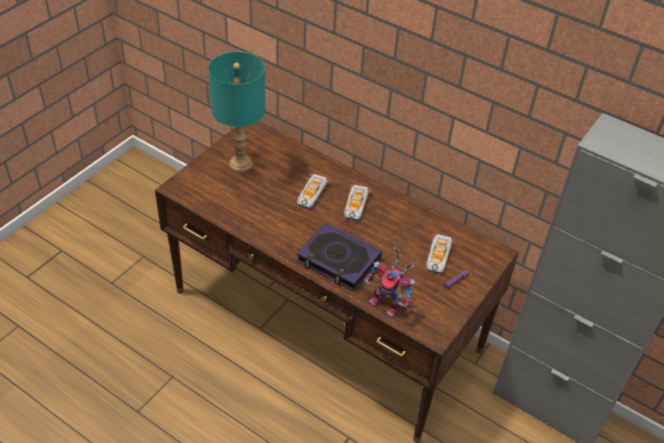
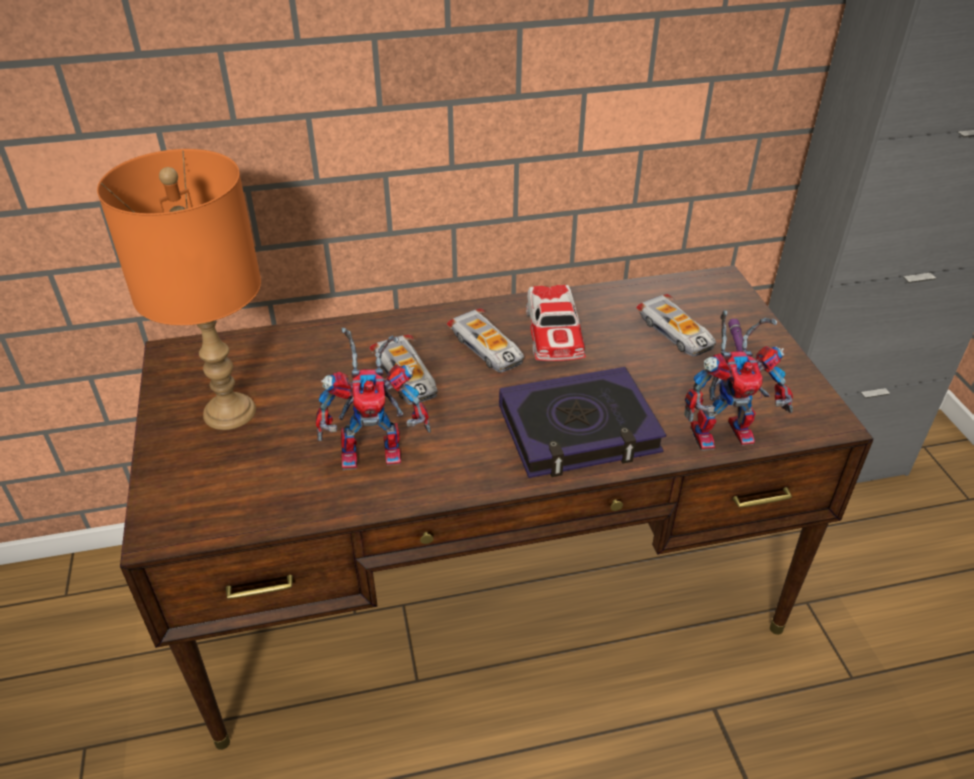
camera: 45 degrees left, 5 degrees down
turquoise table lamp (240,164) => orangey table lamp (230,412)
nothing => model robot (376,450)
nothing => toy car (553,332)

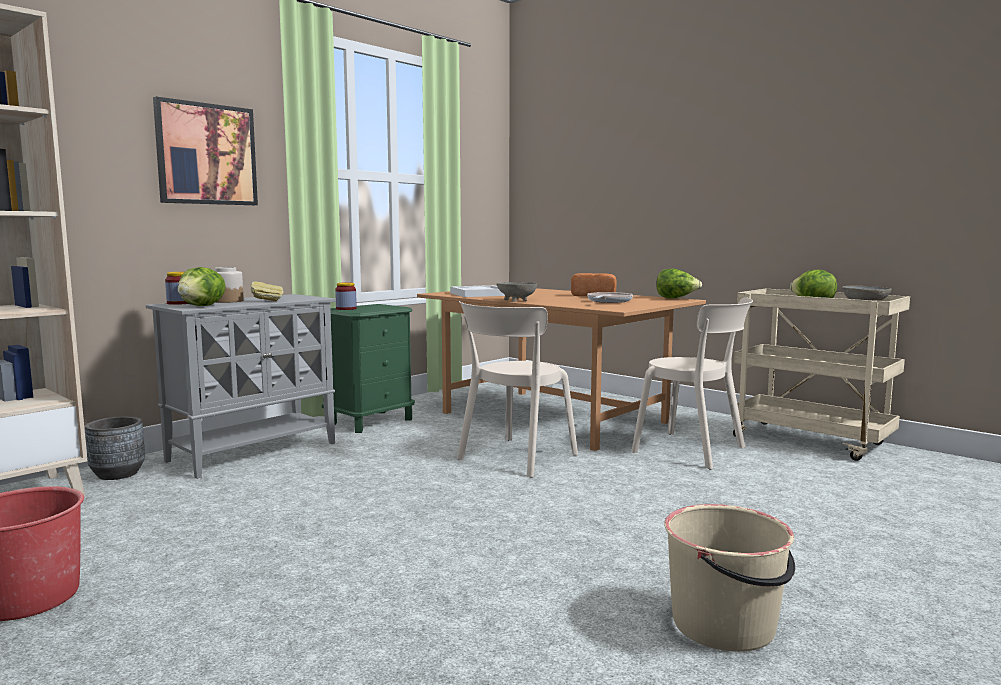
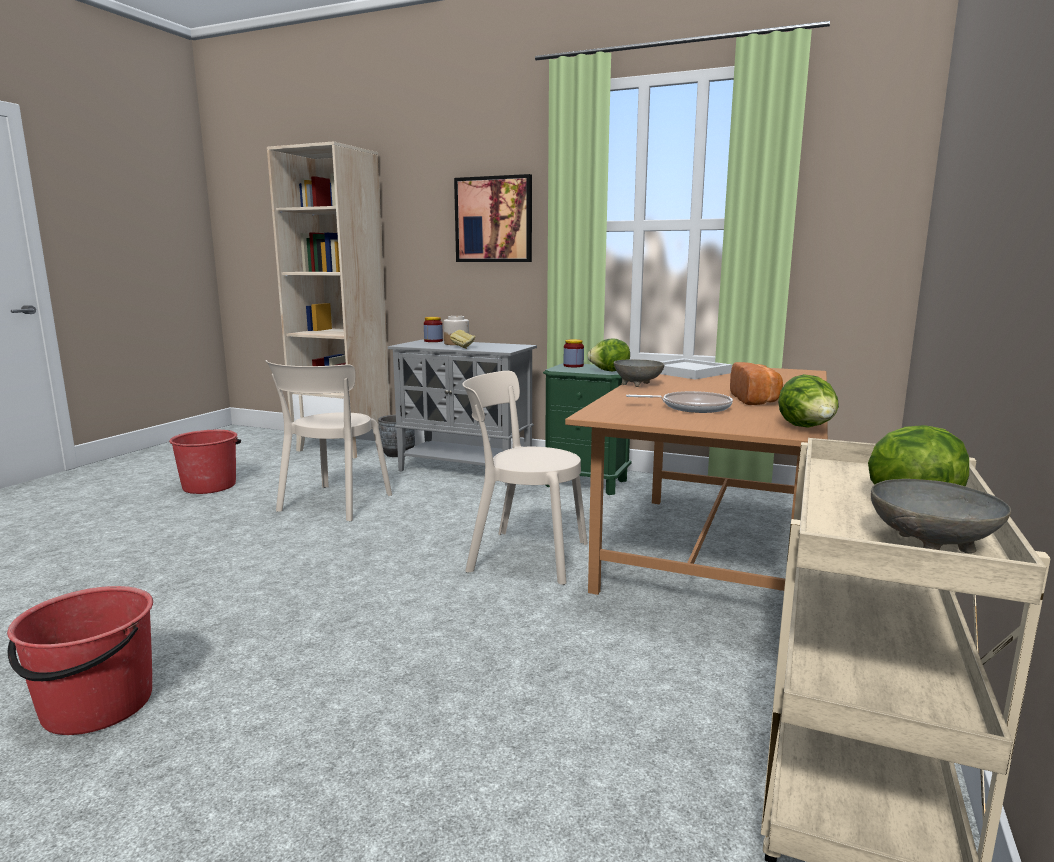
camera: 70 degrees right, 5 degrees up
lettuce head (203,306) => lettuce head (610,371), relocated
beige-coloured plain chair (694,451) => beige-coloured plain chair (333,504), relocated
beige-coloured pail (725,625) => red-coloured pail (96,706)

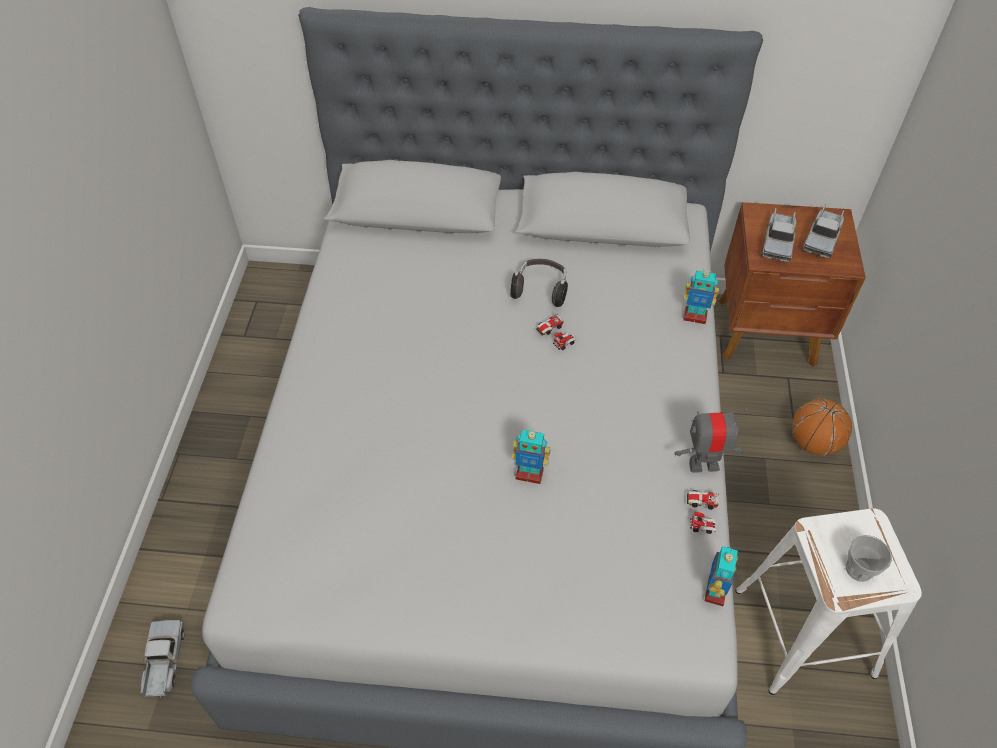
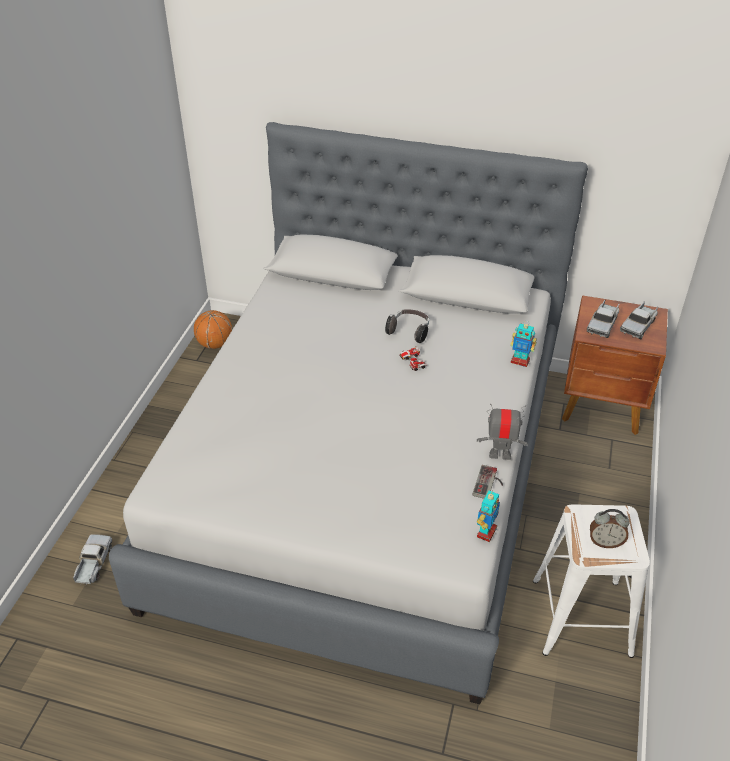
camera: 10 degrees right, 10 degrees down
model robot (529,474) => nothing
toy car (701,514) => joypad (489,484)
basketball ball (813,443) => basketball ball (215,344), relocated
small cup (859,569) => alarm clock (605,542)

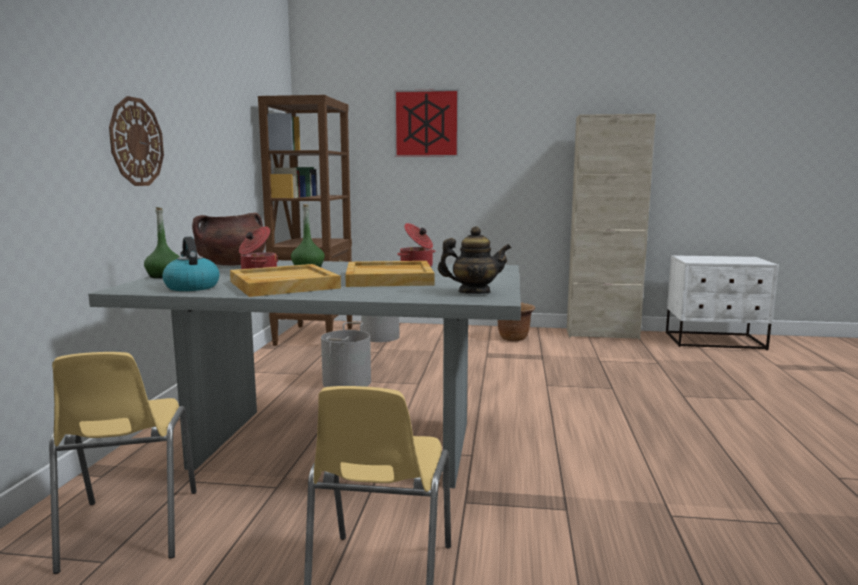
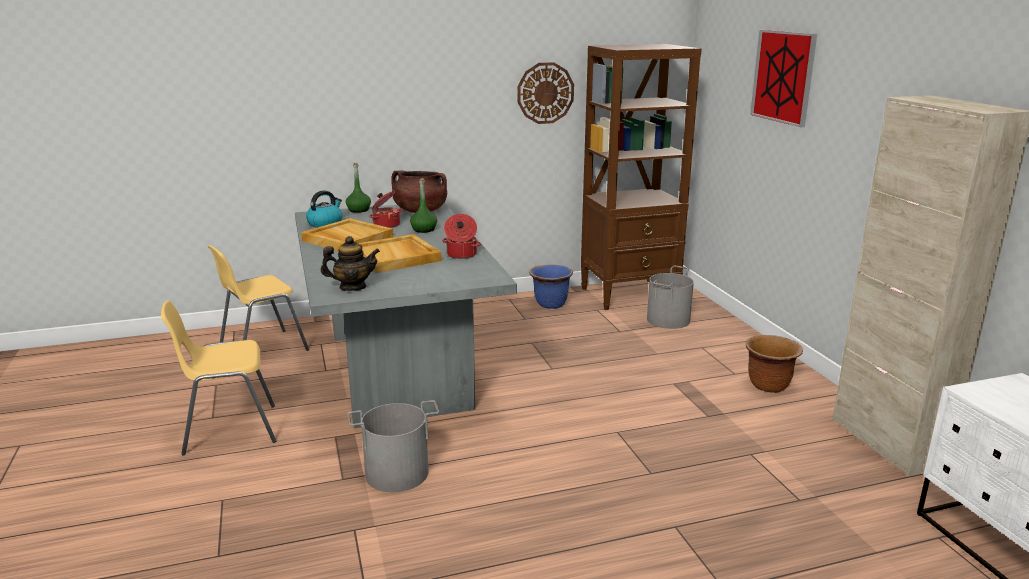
camera: 65 degrees right, 10 degrees up
wall clock (136,142) => wall clock (545,93), relocated
grey pail (347,382) => grey pail (397,474), relocated
teapot (474,292) => teapot (352,287), 75 degrees counterclockwise
nothing => blue-coloured plant pot (550,304)

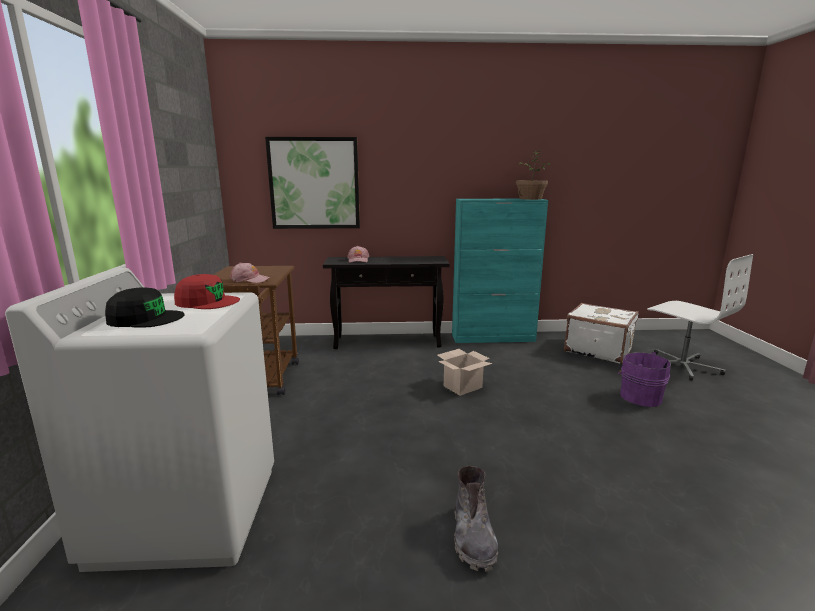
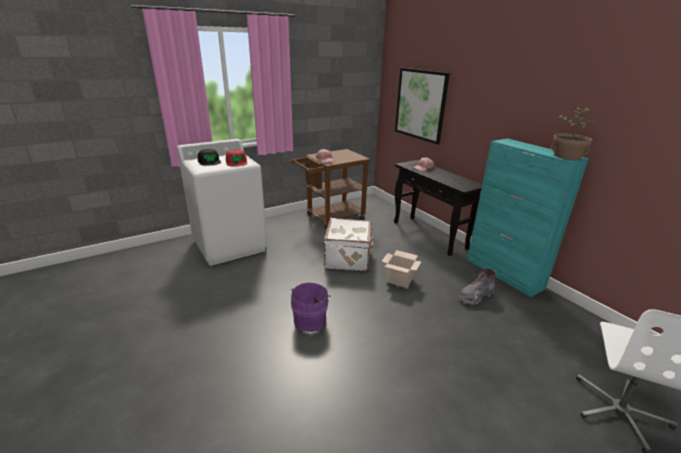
camera: 60 degrees right, 10 degrees up
grey boot (473,537) => grey boot (475,296), relocated
whitish travel case (598,350) => whitish travel case (348,258), relocated
purple-coloured pail (639,396) => purple-coloured pail (310,319), relocated

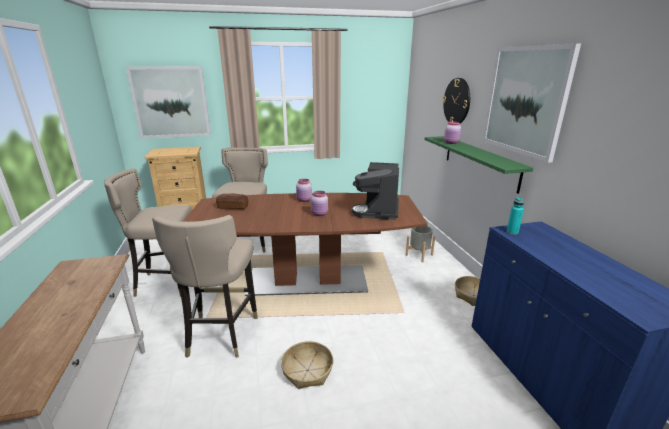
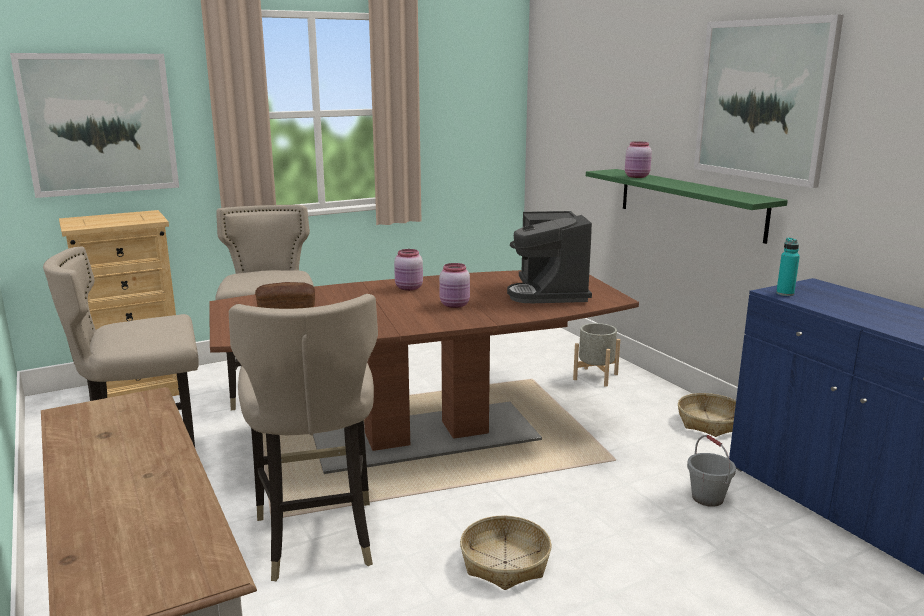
camera: 15 degrees left, 5 degrees down
wall clock (457,101) => nothing
nothing => grey pail (708,498)

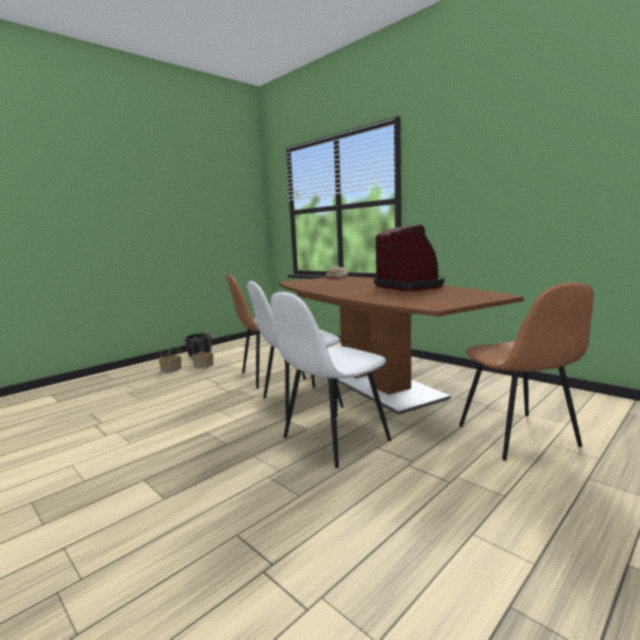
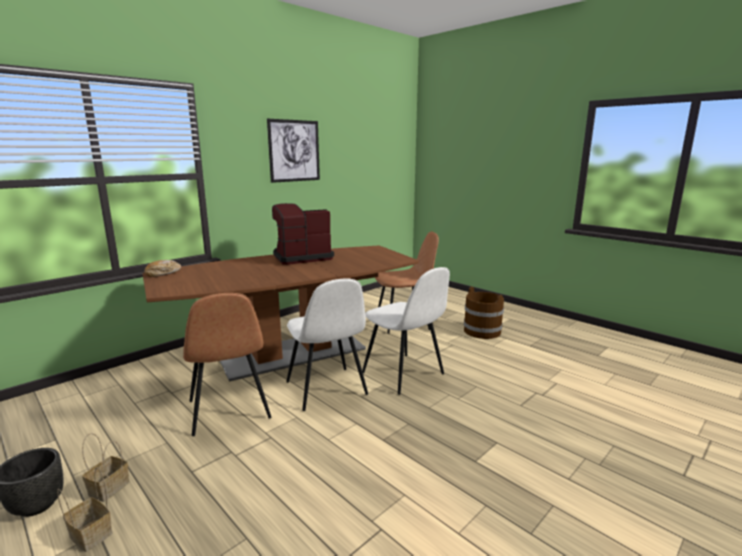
camera: 90 degrees left, 5 degrees up
nothing => picture (294,151)
nothing => brown pail (482,331)

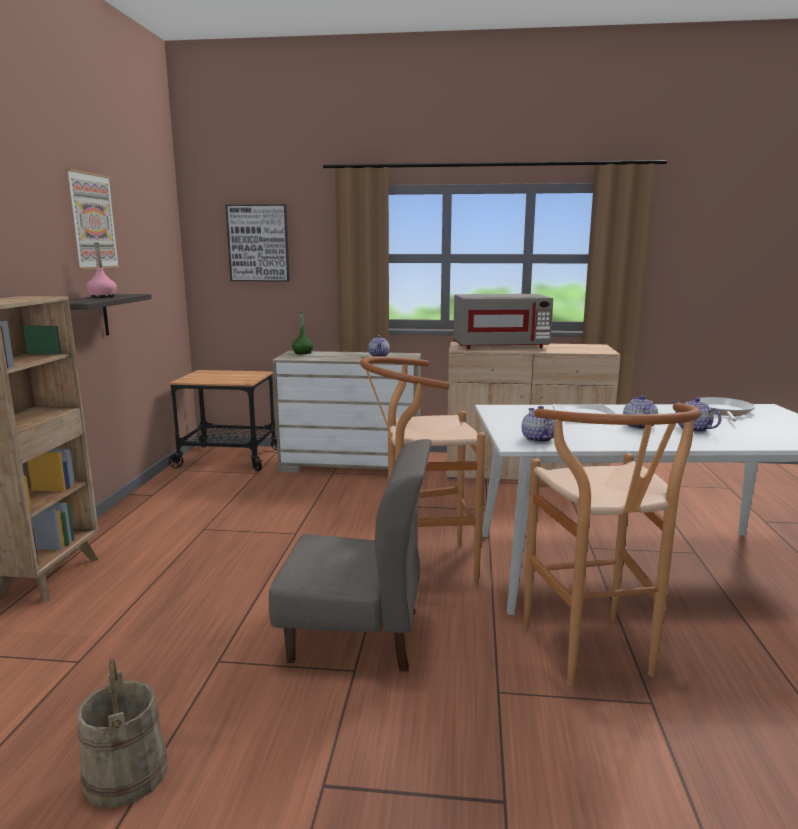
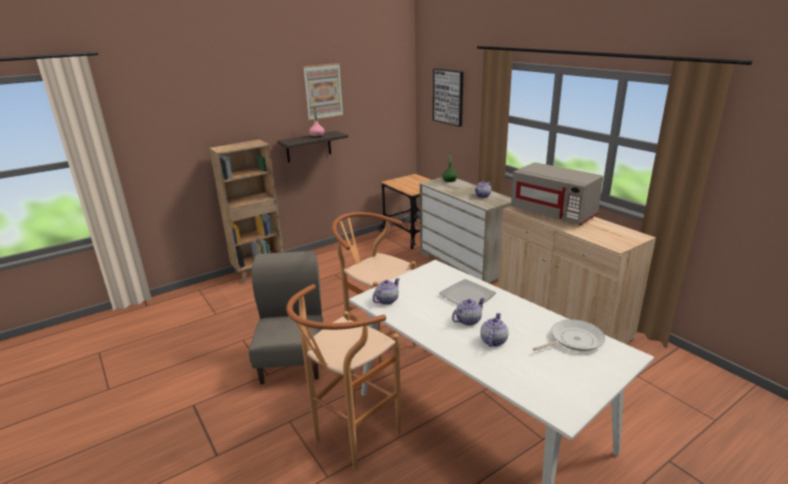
camera: 50 degrees right, 10 degrees up
beige-coloured pail (125,774) => nothing
grey plain chair (356,635) => grey plain chair (293,360), 150 degrees counterclockwise

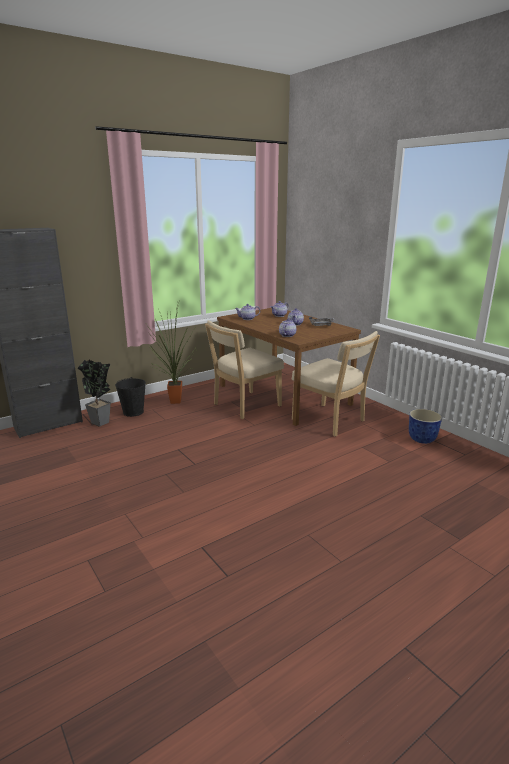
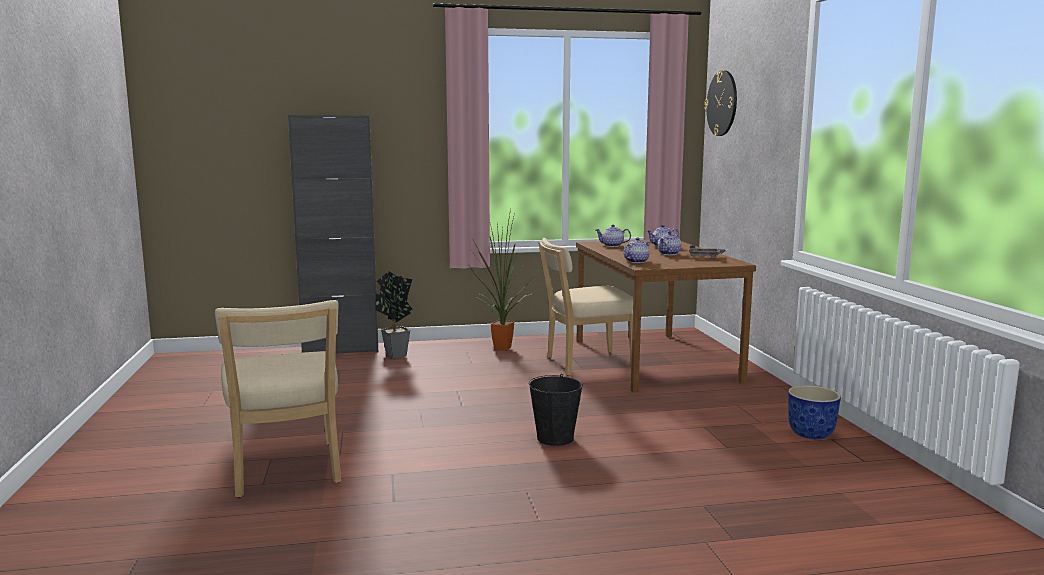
camera: 25 degrees right, 10 degrees down
black pail (133,412) => black pail (555,438), relocated
beige-coloured plain chair (331,421) => beige-coloured plain chair (286,472), relocated
nothing => wall clock (722,103)

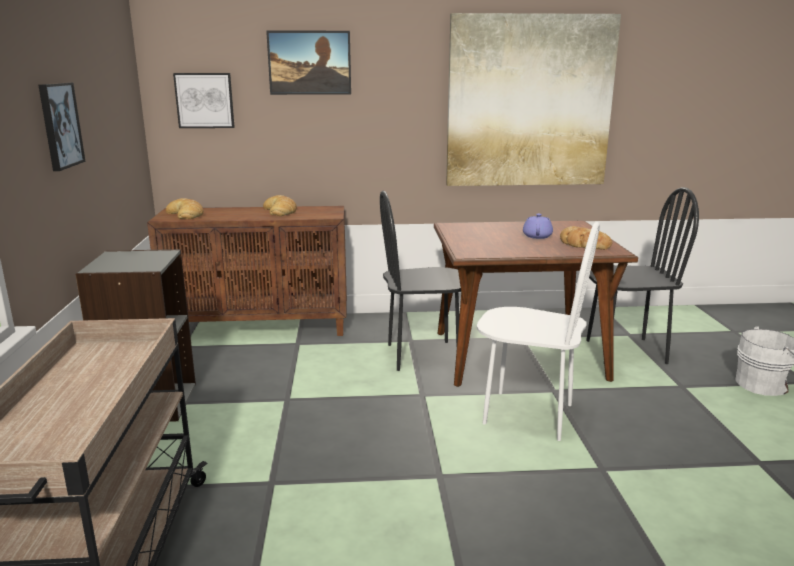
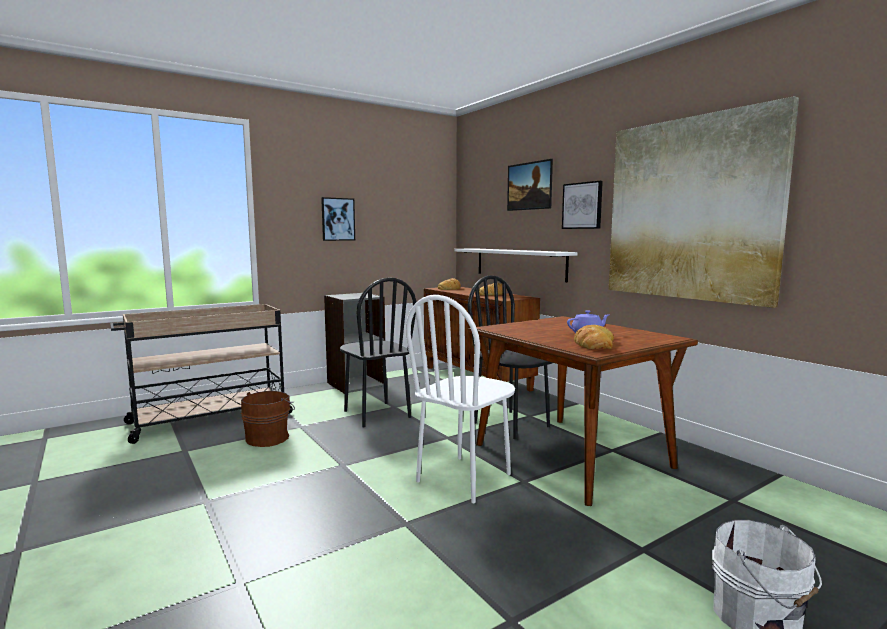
camera: 60 degrees right, 10 degrees down
picture (204,100) => picture (582,205), relocated
whitish plain chair (528,414) => whitish plain chair (464,478), 45 degrees clockwise
black plain chair (625,351) => black plain chair (376,414), relocated
nothing => brown pail (269,438)
nothing => whitish bracket shelf (519,263)

